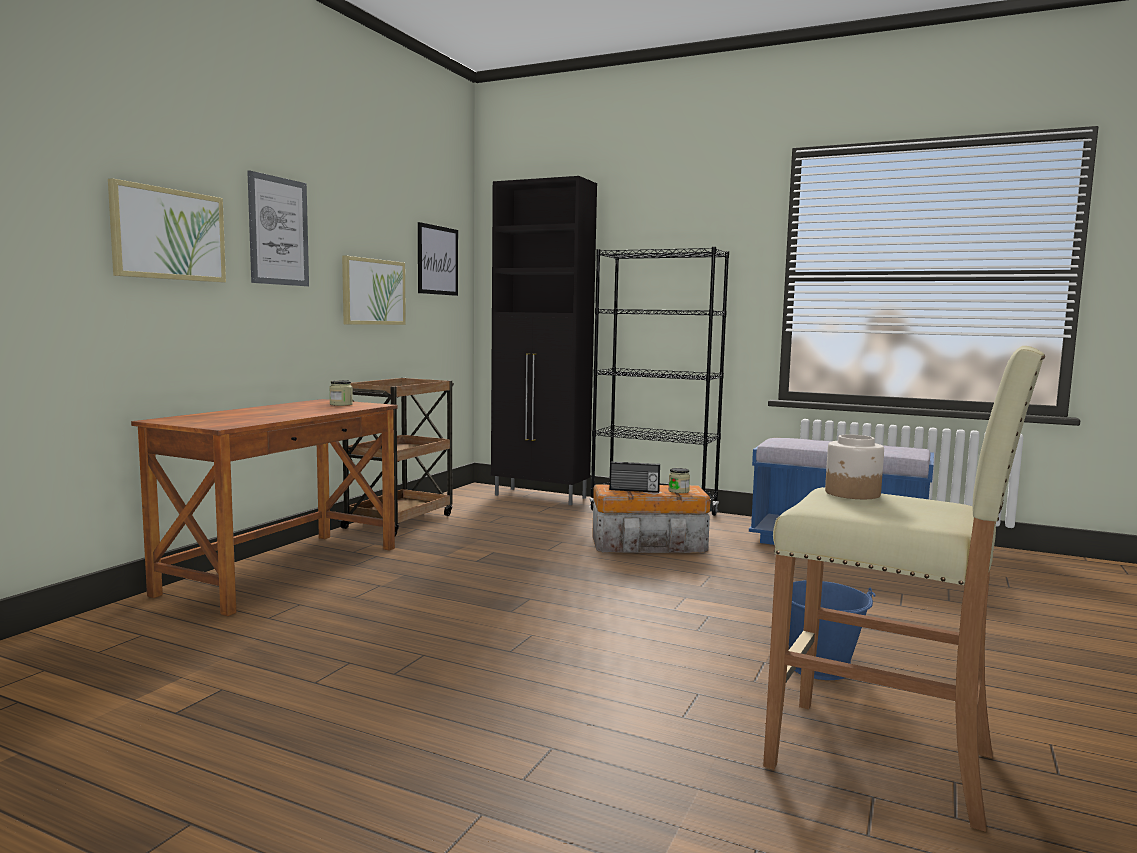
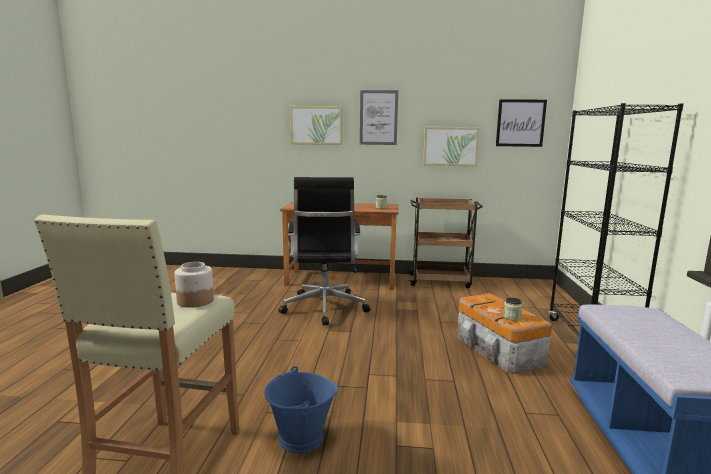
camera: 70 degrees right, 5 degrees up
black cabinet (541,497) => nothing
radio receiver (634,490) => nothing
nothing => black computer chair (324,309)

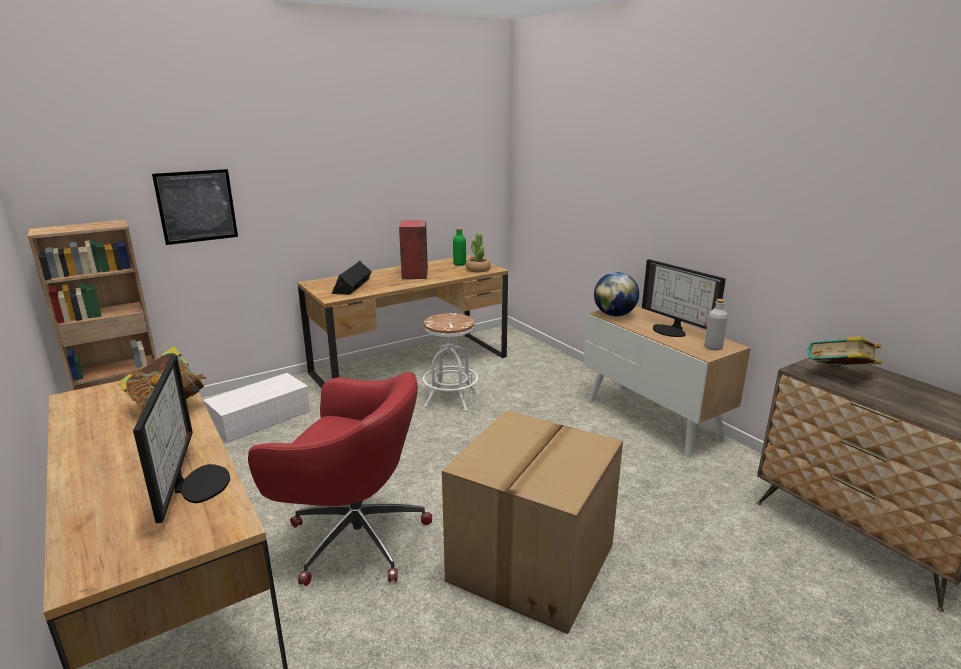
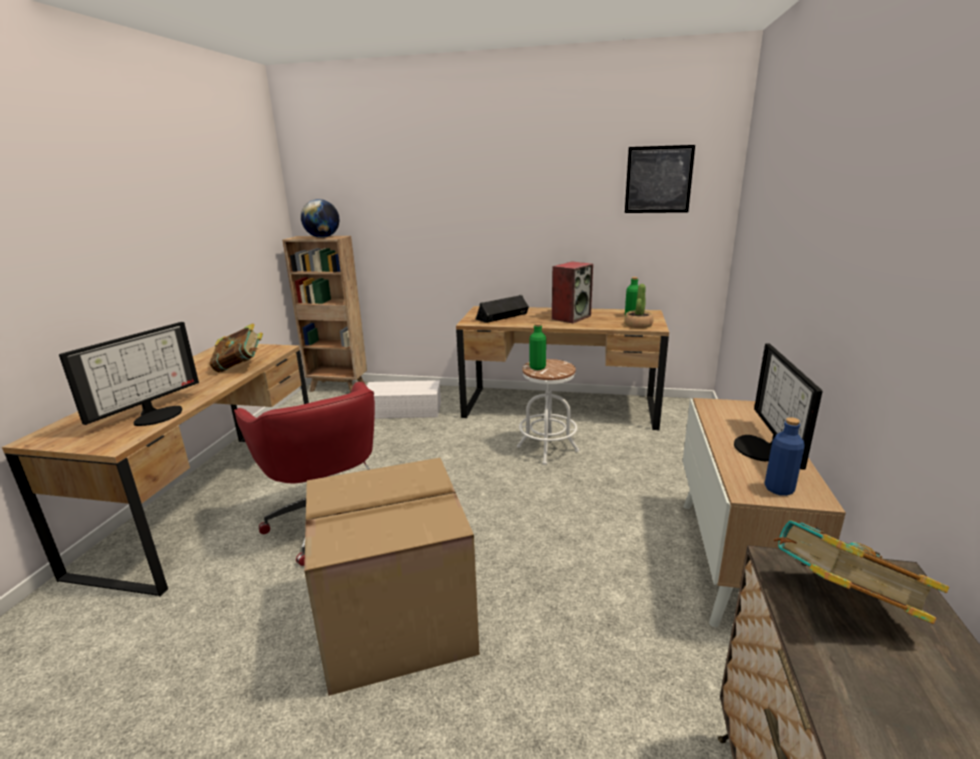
camera: 45 degrees right, 0 degrees up
picture (196,206) => picture (658,180), relocated
desk globe (614,315) => desk globe (322,237), relocated
grey drink bottle (713,347) => blue-coloured drink bottle (779,489)
nothing => greenish drink bottle (537,367)

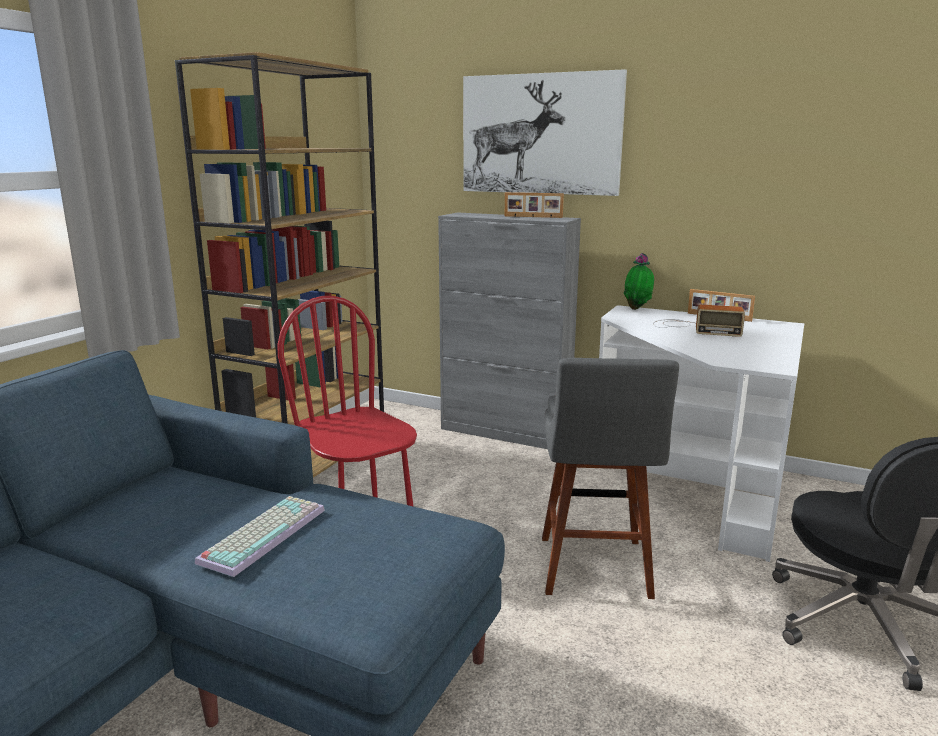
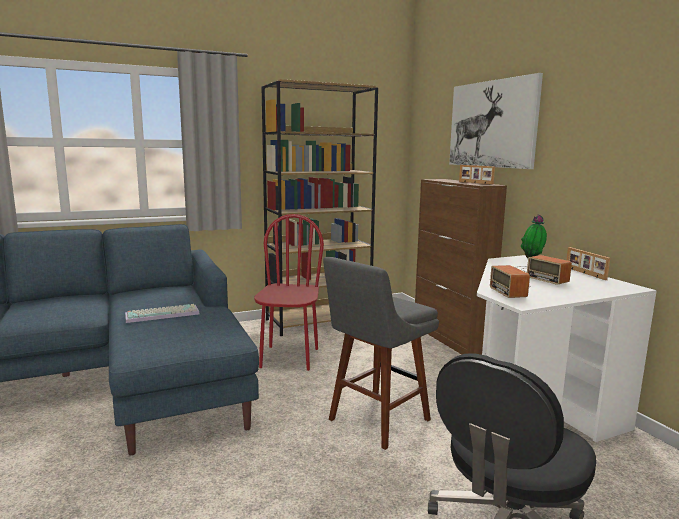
camera: 40 degrees right, 5 degrees down
grey cabinet (505,433) => brown cabinet (450,339)
nothing => radio receiver (511,287)

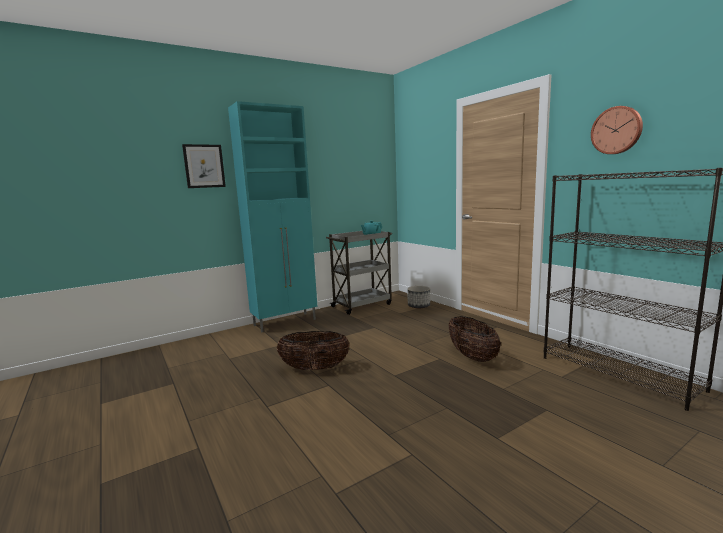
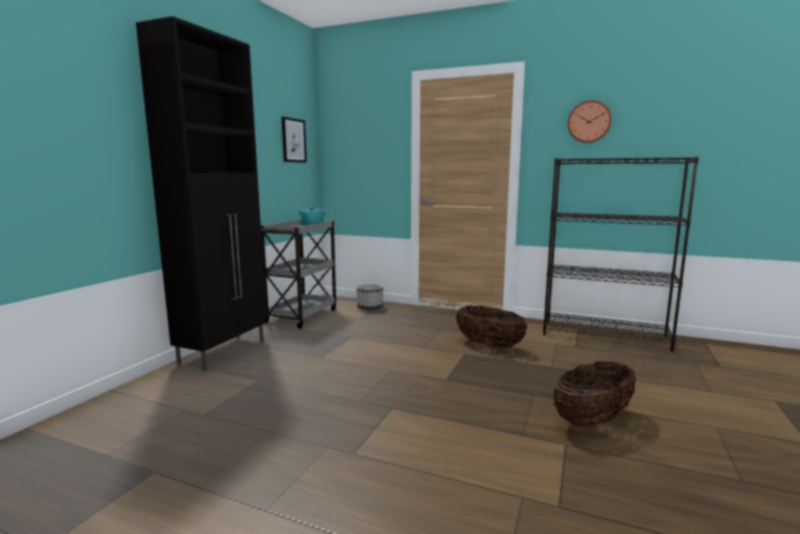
camera: 35 degrees left, 0 degrees up
picture (204,166) => picture (293,140), relocated
turquoise cabinet (286,322) => black cabinet (224,351)
basket (314,368) => basket (592,420), relocated

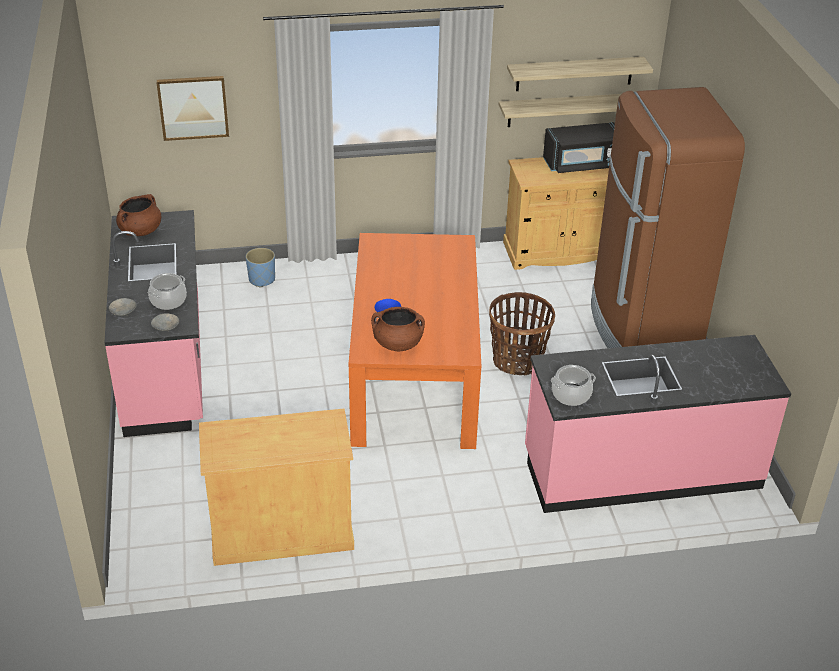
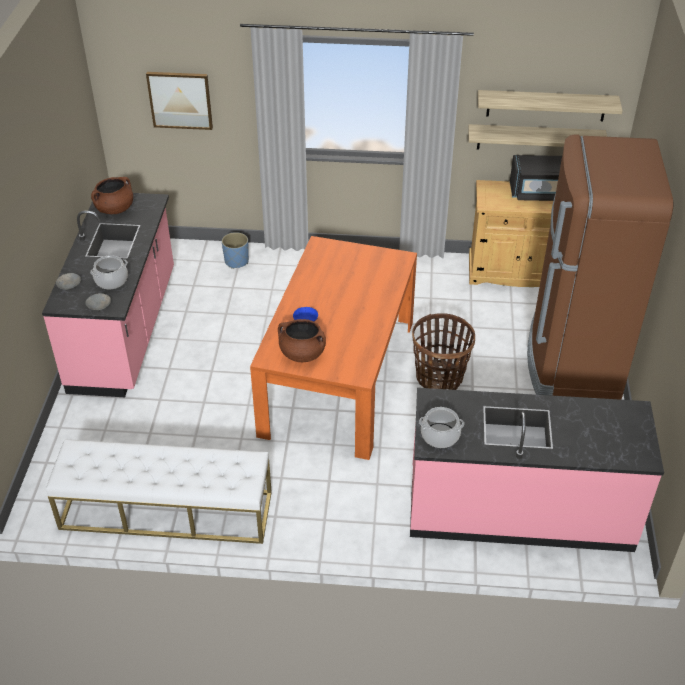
camera: 15 degrees right, 5 degrees up
beige-coloured cabinet (282,532) => whitish long seat (166,510)

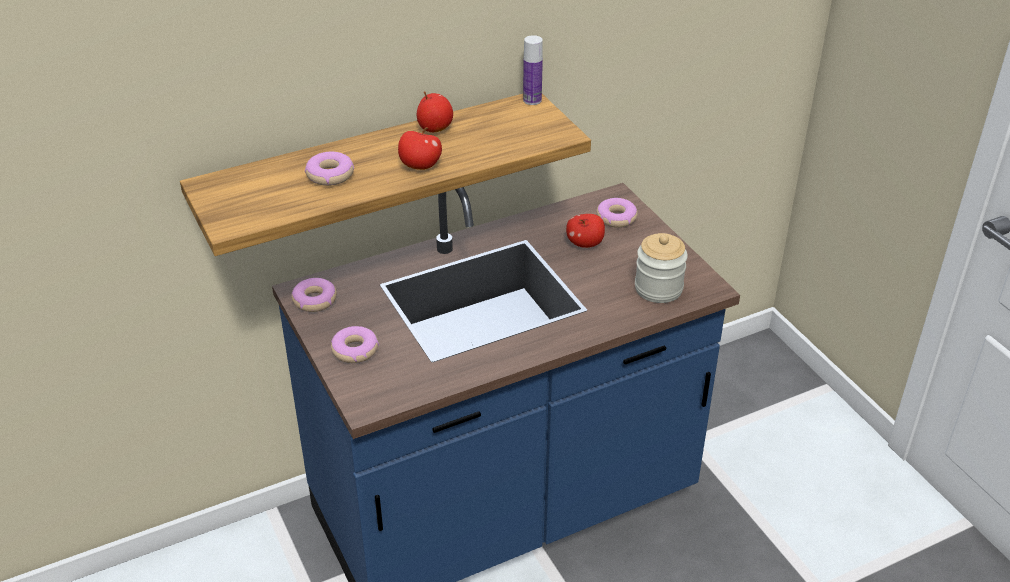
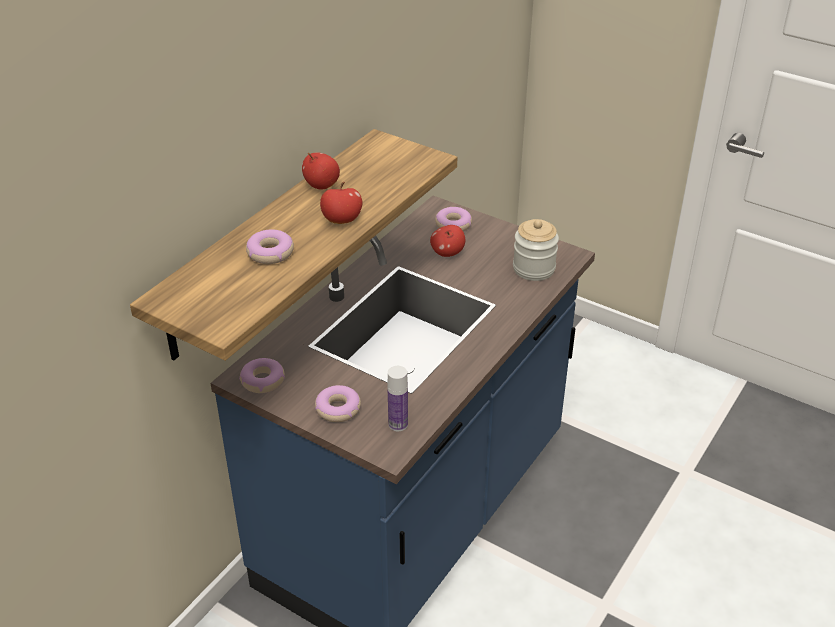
camera: 30 degrees left, 0 degrees up
drink bottle (532,100) => drink bottle (398,424), relocated

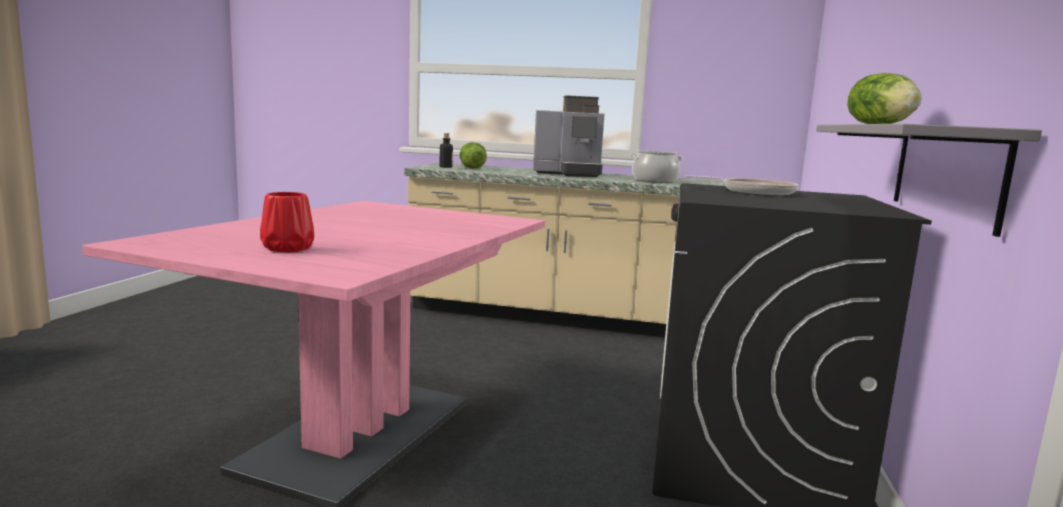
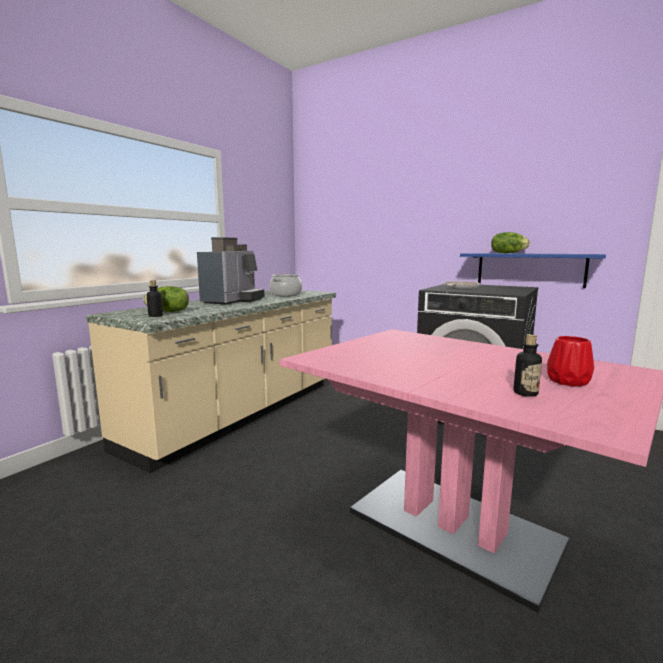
camera: 70 degrees left, 0 degrees up
grey bracket shelf (945,172) => blue-coloured bracket shelf (530,269)
nothing => drink bottle (525,393)

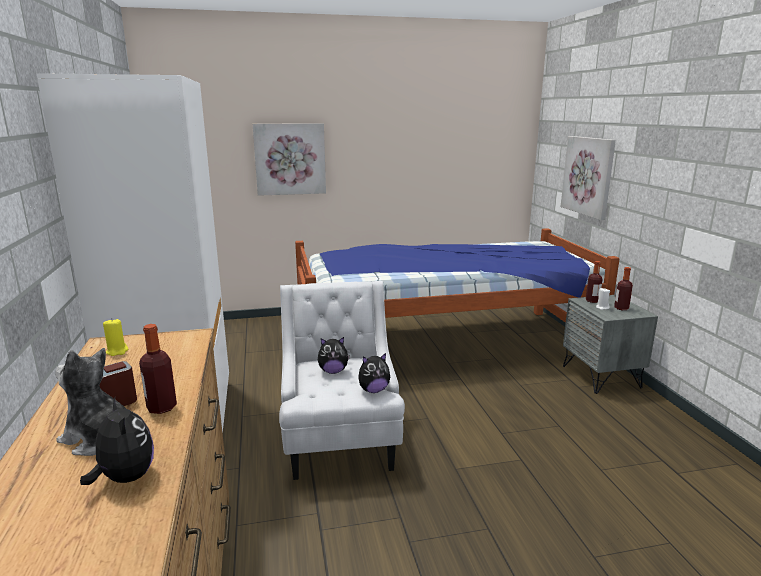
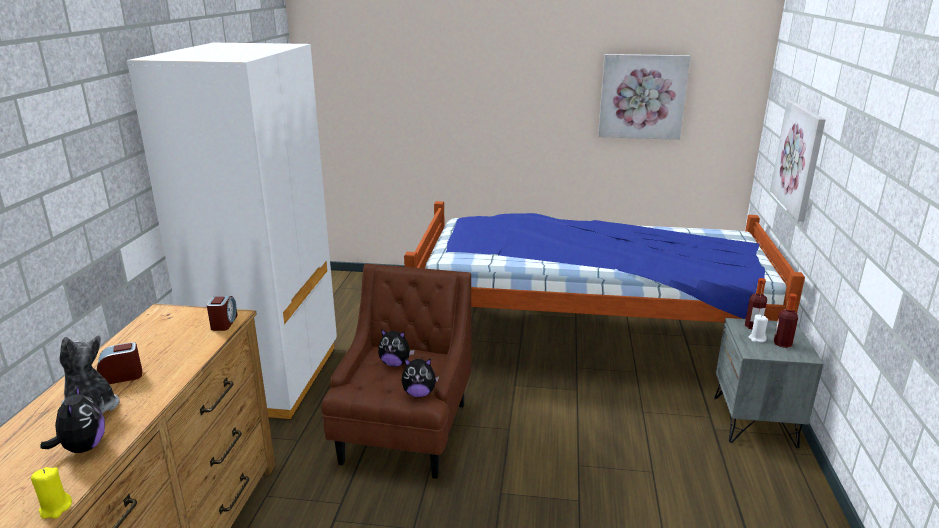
camera: 20 degrees right, 5 degrees up
yellowish wax light (117,351) => yellowish wax light (55,508), relocated
drink bottle (162,407) => nothing
picture (290,159) => picture (642,96), relocated
whitish lounge chair (340,441) => brown lounge chair (404,434)
nothing => alarm clock (224,323)

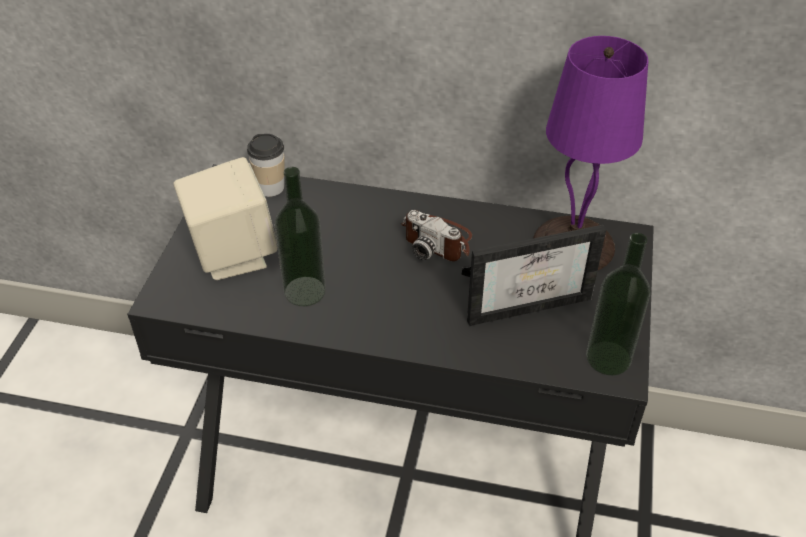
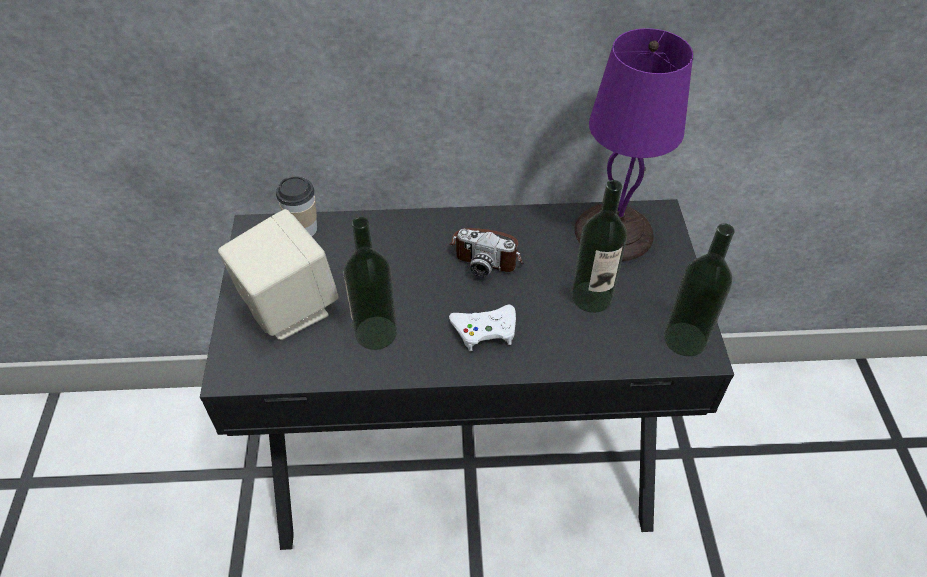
camera: 15 degrees left, 5 degrees up
photo frame (527,300) => drink bottle (591,297)
nothing => whitish joypad (485,330)

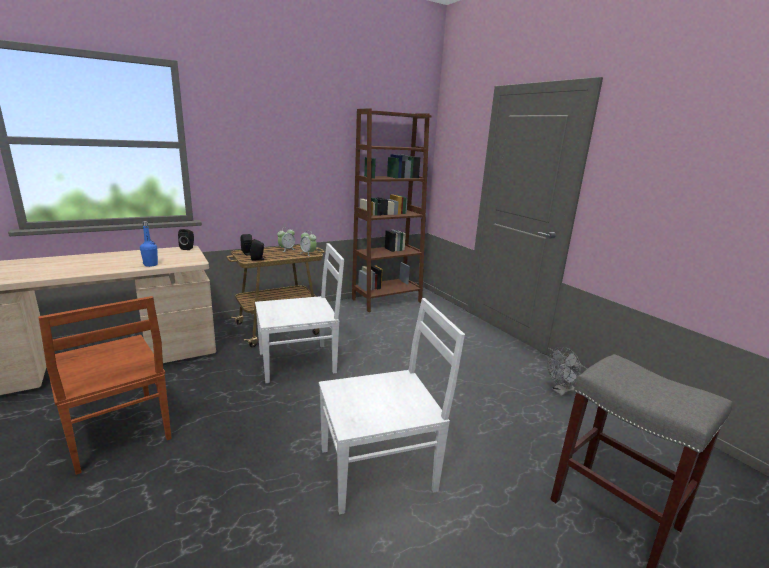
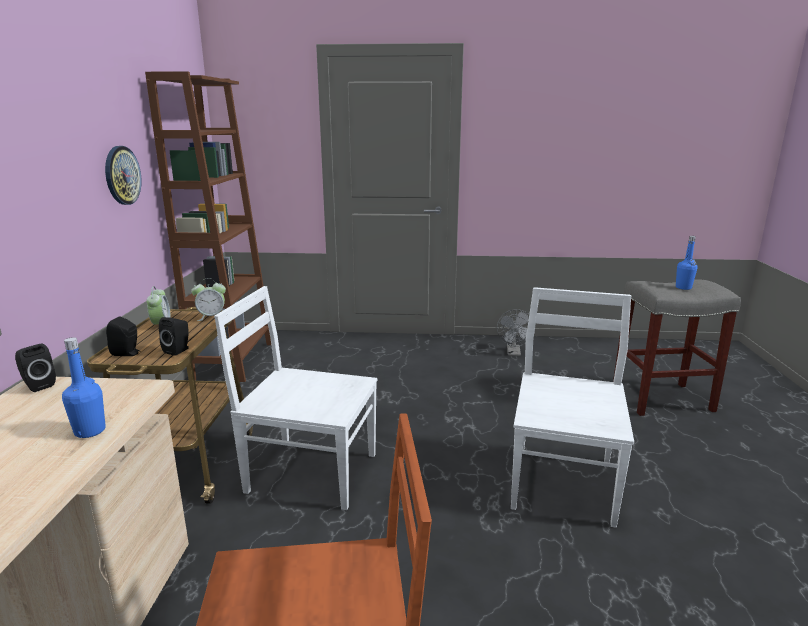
camera: 55 degrees left, 0 degrees up
whitish plain chair (299,362) => whitish plain chair (309,472), 90 degrees counterclockwise
nothing => wall clock (122,175)
nothing => blue-coloured drink bottle (683,287)

